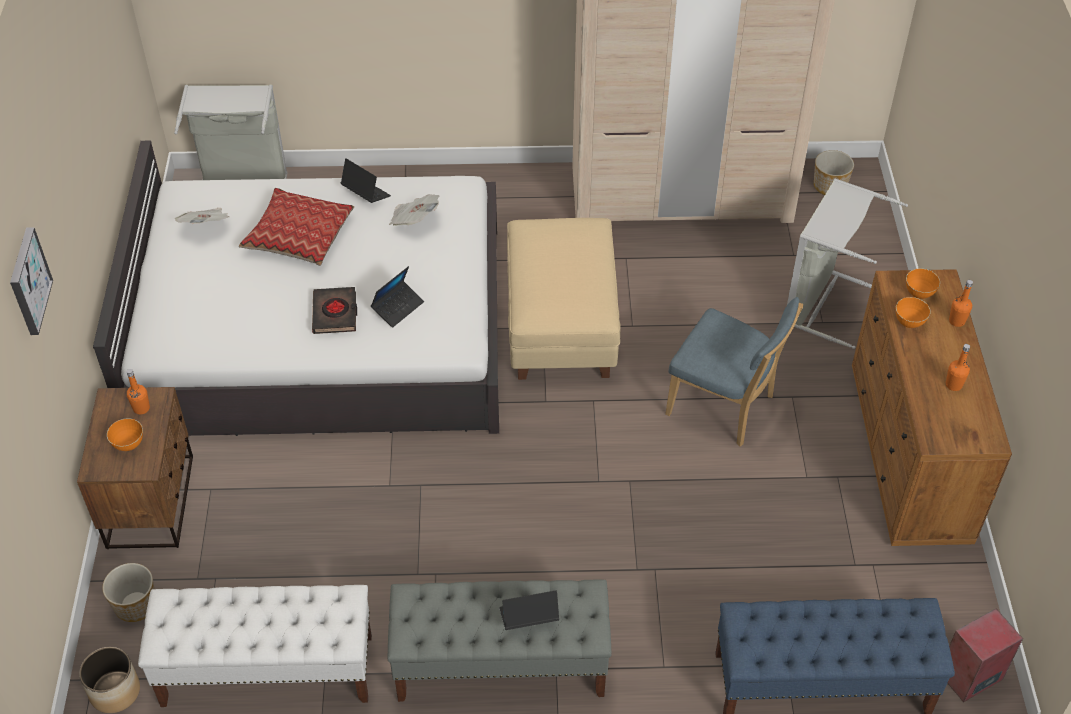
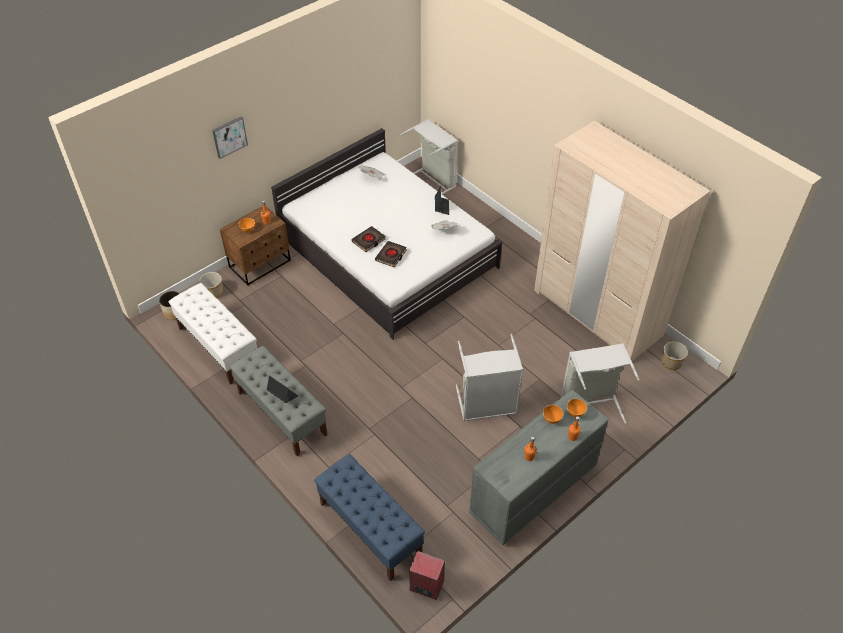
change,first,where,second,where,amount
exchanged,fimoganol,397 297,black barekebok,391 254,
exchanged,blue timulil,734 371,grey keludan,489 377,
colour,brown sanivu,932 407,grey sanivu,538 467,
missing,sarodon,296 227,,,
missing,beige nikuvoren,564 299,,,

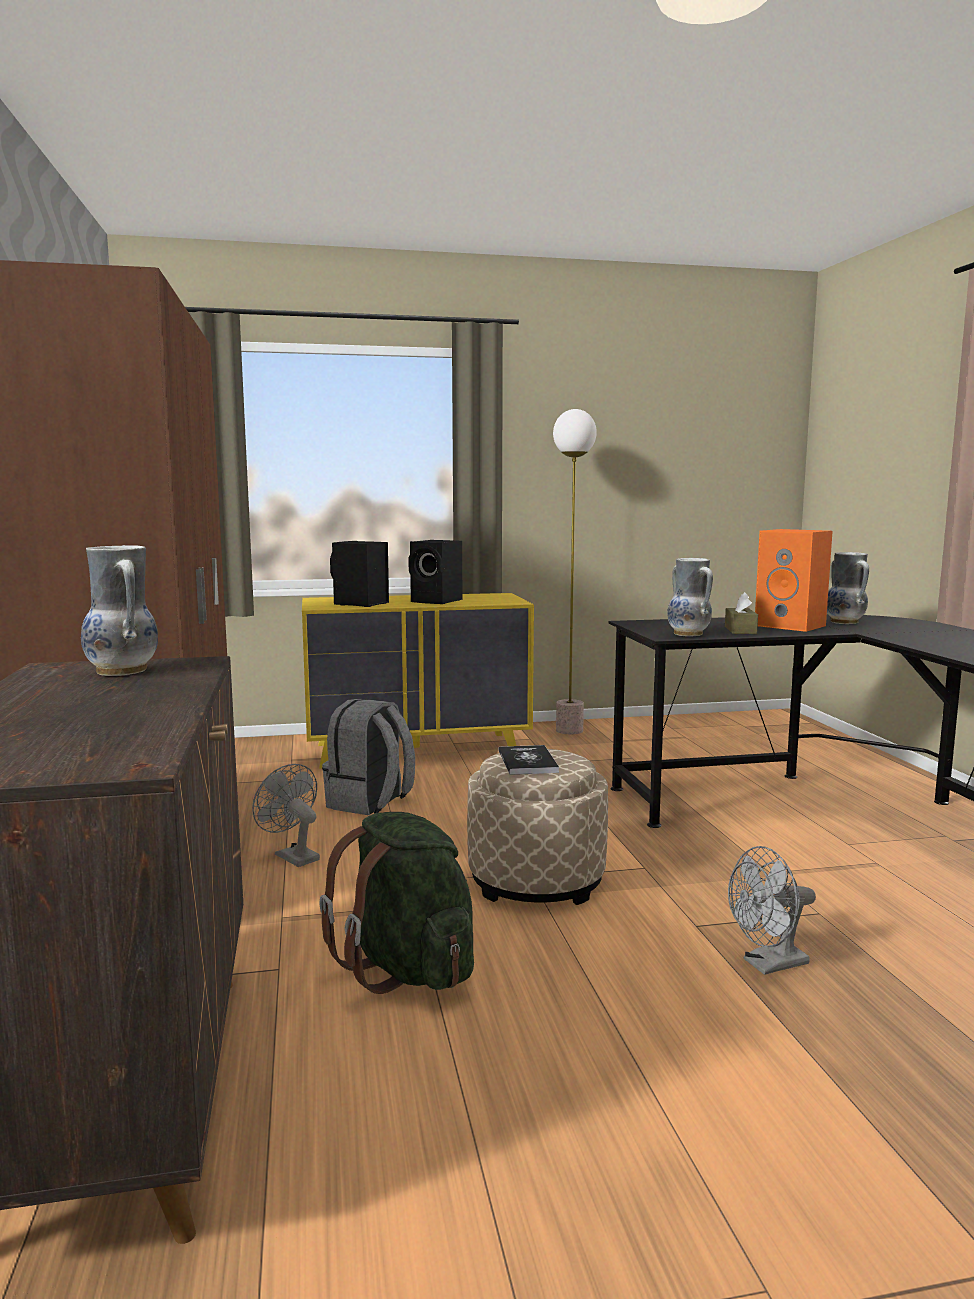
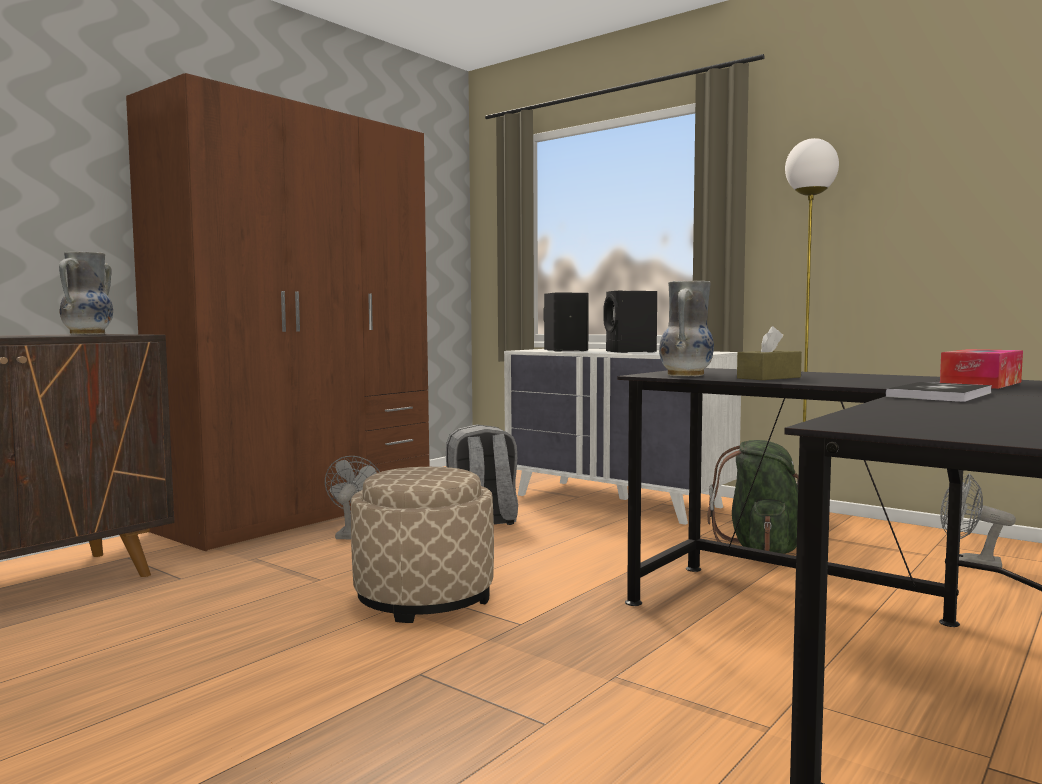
change,first,where,second,where,amount
colour,yellow sanivu,418 681,white sanivu,622 437,
relocated,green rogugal,396 903,,753 497,
relocated,barekebok,528 760,,939 392,
exchanged,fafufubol,848 588,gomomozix,981 369,
relocated,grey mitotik,772 910,,978 521,
missing,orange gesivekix,794 580,,,

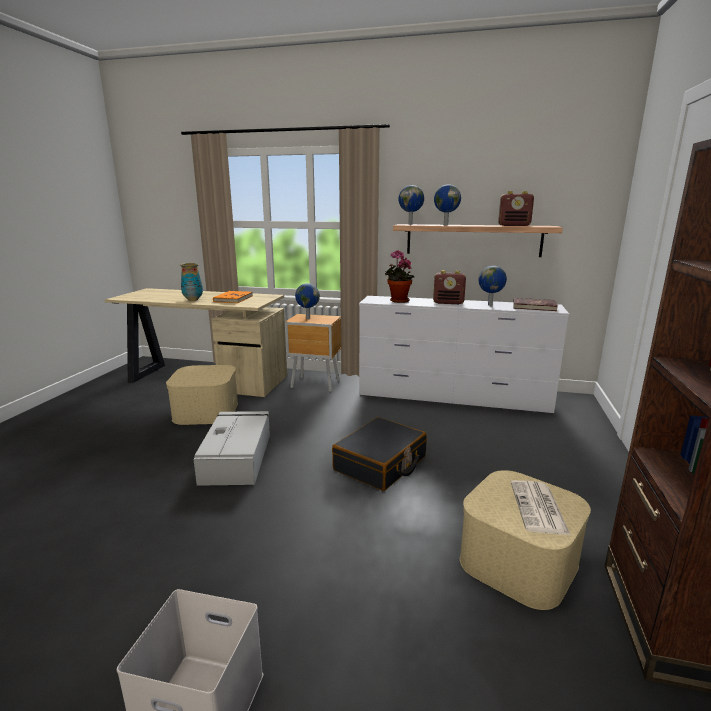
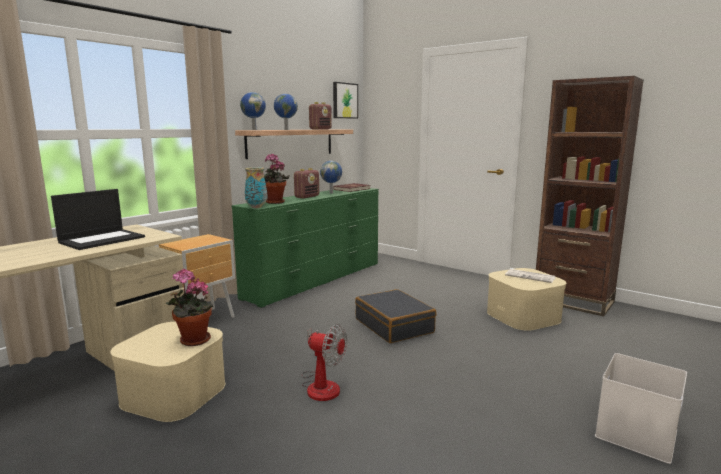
change,first,where,second,where,amount
exchanged,orange barekebok,233 297,fimoganol,98 219,
appeared,,,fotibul,189 307,
colour,white sanivu,464 355,green sanivu,305 248,
relocated,fafufubol,191 282,,256 187,
exchanged,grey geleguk,232 448,mitotik,324 362,
appeared,,,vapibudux,345 100,
missing,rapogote,307 301,,,

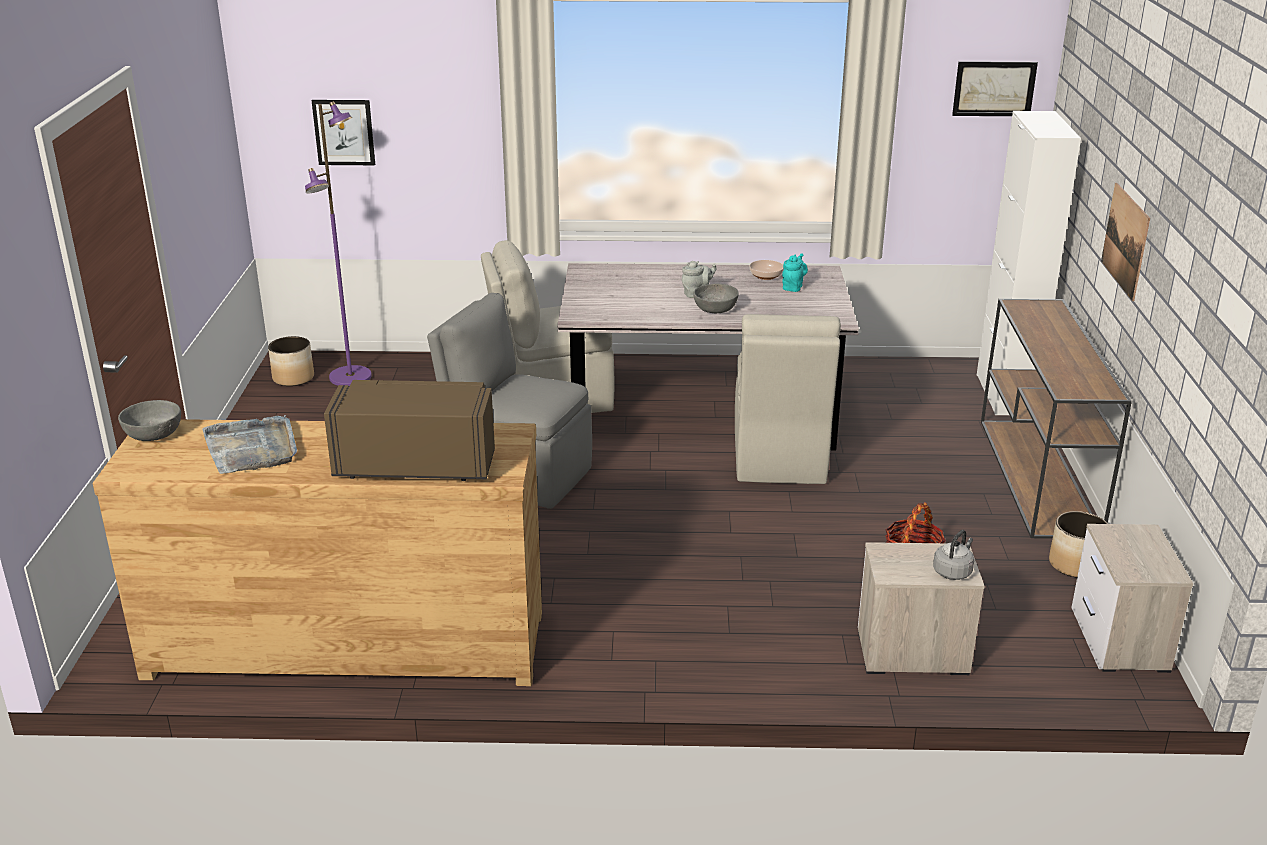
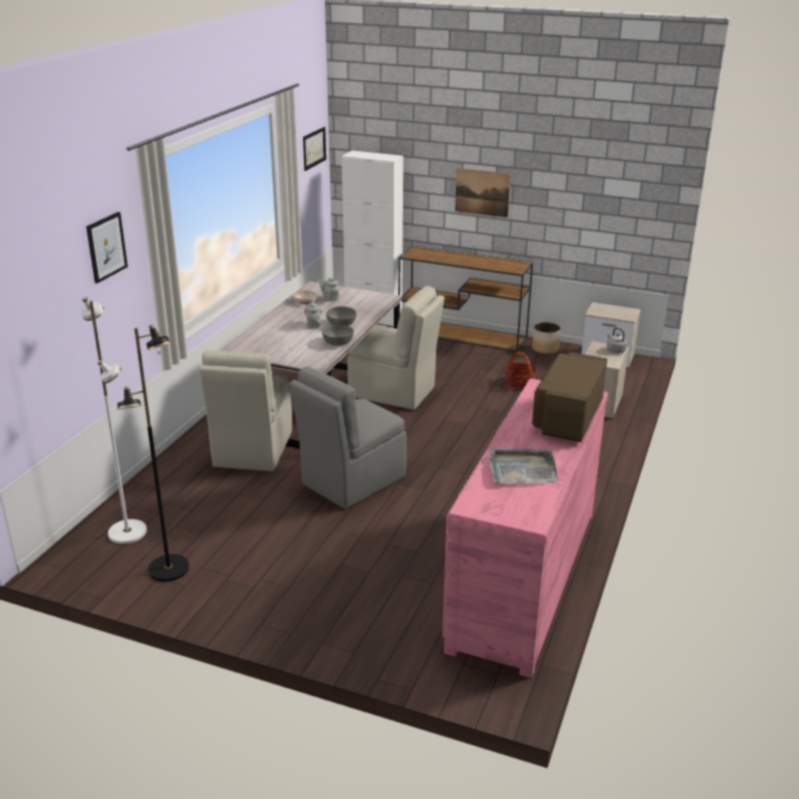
change,first,where,second,where,amount
colour,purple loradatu,338 243,white loradatu,114 420,
relocated,vapibudux,343 132,,107 247,
appeared,,,black loradatu,153 453,
colour,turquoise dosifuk,795 272,grey dosifuk,329 289,
relocated,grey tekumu,149 420,,338 335,
colour,brown sanivu,317 552,pink sanivu,525 528,
missing,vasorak,291 361,,,

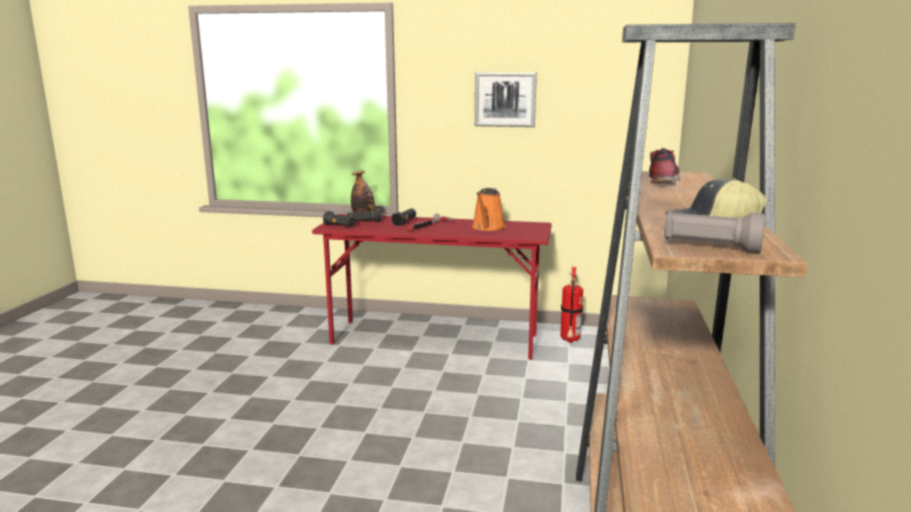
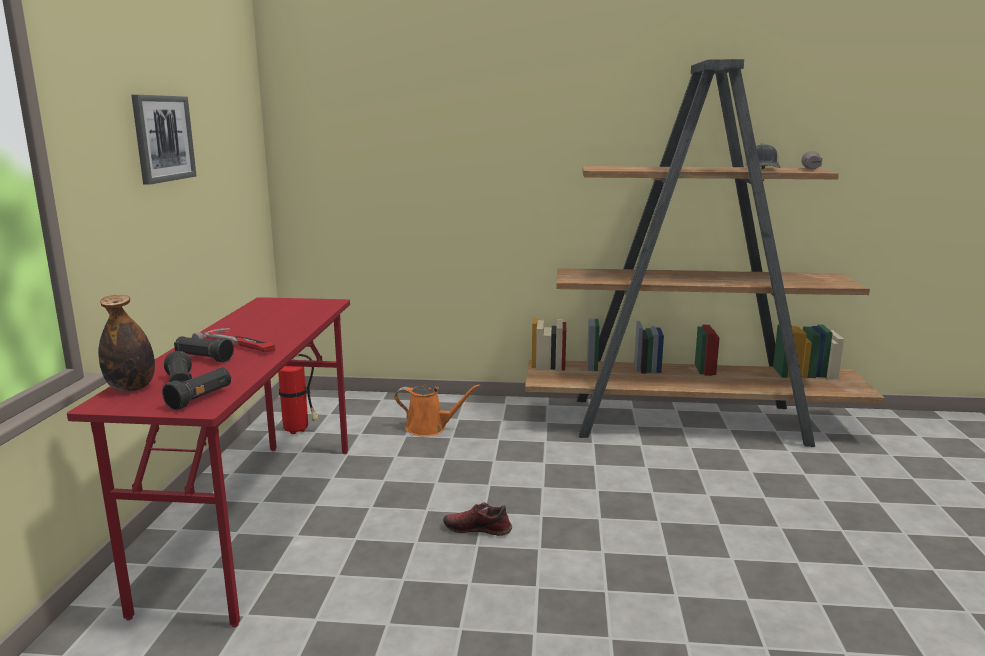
change,first,where,second,where,amount
relocated,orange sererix,489 209,,437 410,
relocated,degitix,664 165,,477 519,

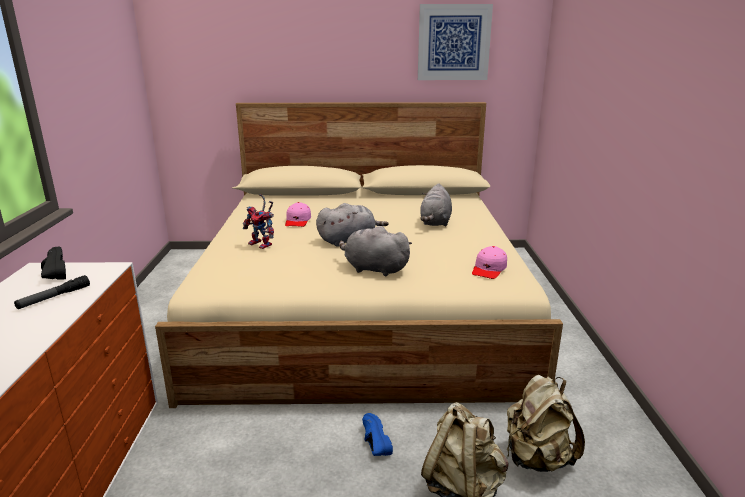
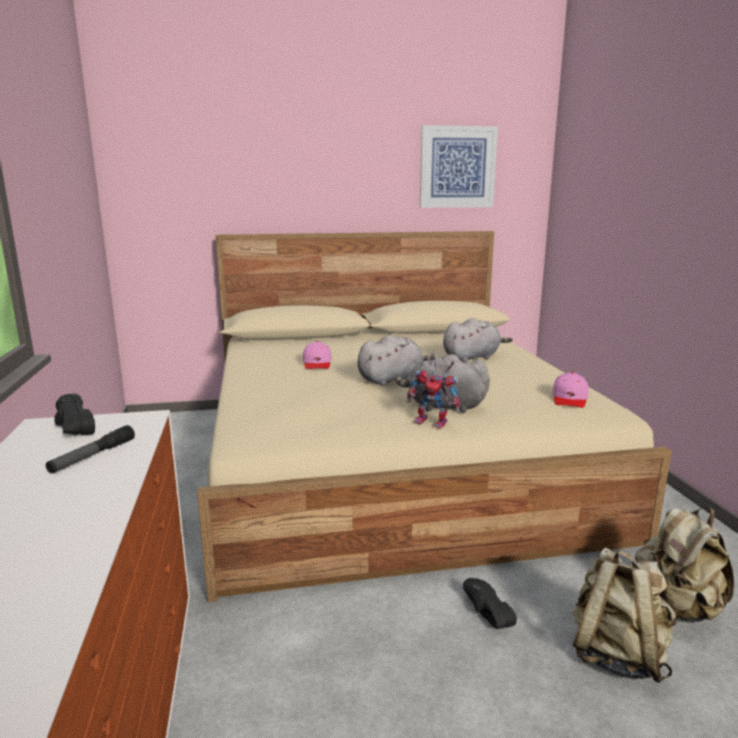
change,first,where,second,where,amount
relocated,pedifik,258 221,,433 390,
spun,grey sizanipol,436 204,,477 340,120 degrees counterclockwise
colour,blue degitix,377 434,black degitix,490 603,

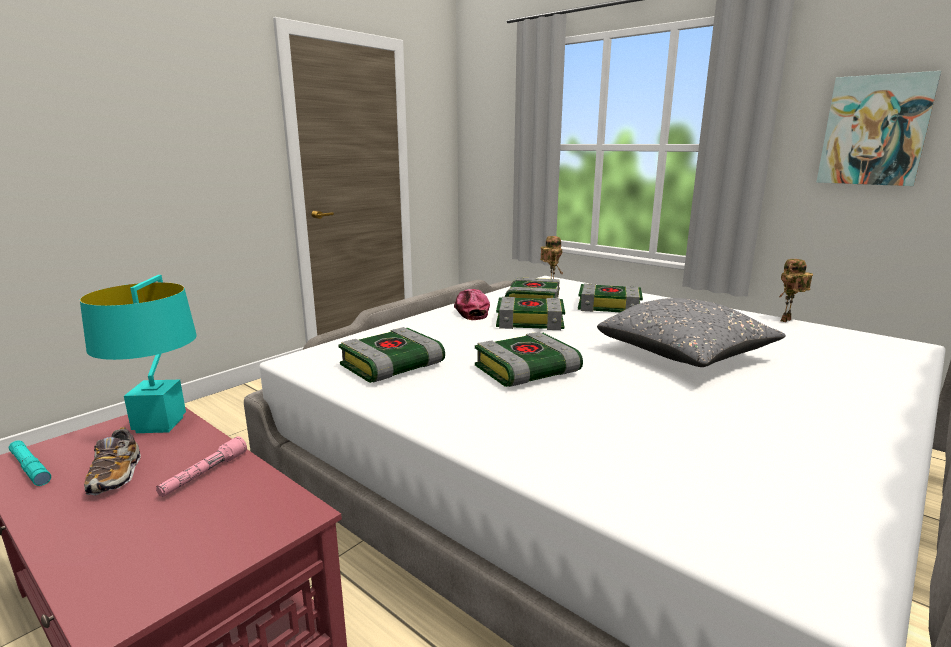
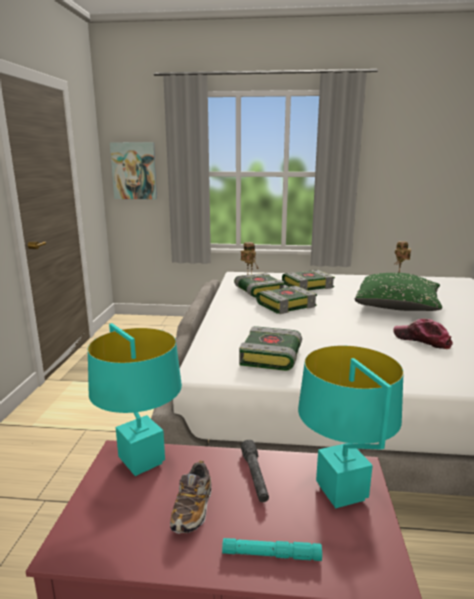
change,first,where,second,where,amount
relocated,vapibudux,878 128,,133 170,
spun,degitix,112 461,,191 497,60 degrees clockwise
relocated,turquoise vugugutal,30 463,,272 549,
colour,pink vugugutal,201 466,grey vugugutal,255 471,
appeared,,,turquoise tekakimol,351 427,
colour,grey sarodon,691 332,green sarodon,398 292,
relocated,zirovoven,472 304,,423 334,
missing,barekebok,529 359,,,

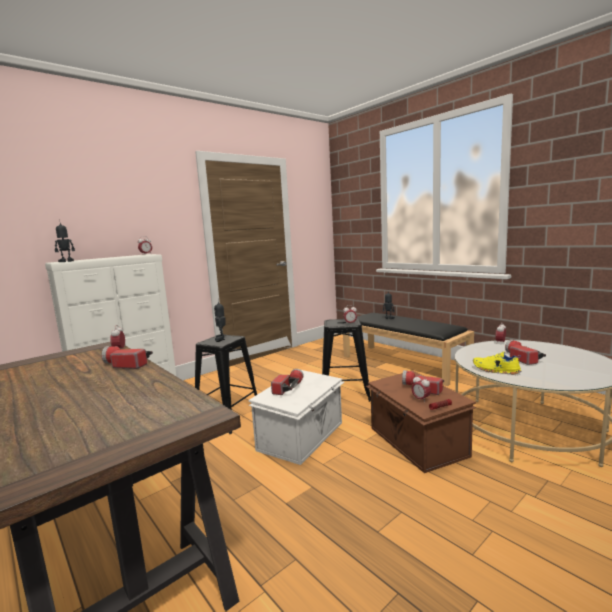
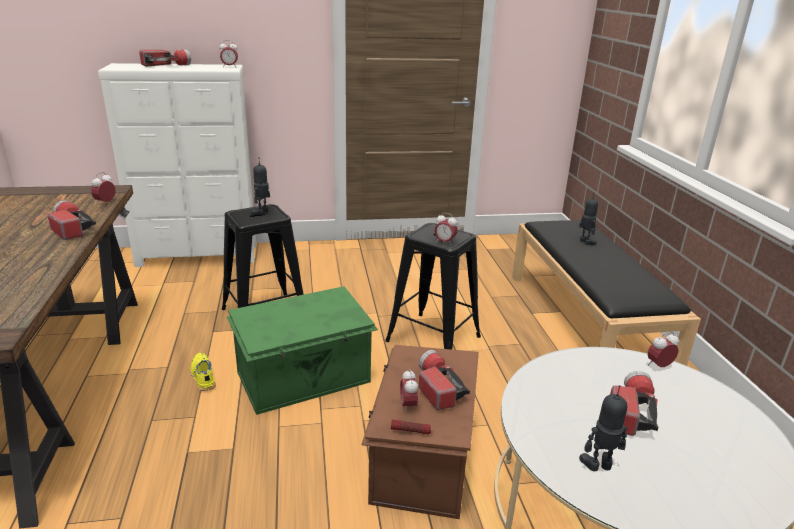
change,first,where,second,where,amount
relocated,vugugutal,287 382,,165 58,
relocated,yellow degitix,497 363,,203 372,
colour,white geleguk,296 417,green geleguk,302 350,
relocated,pedifik,65 240,,603 428,

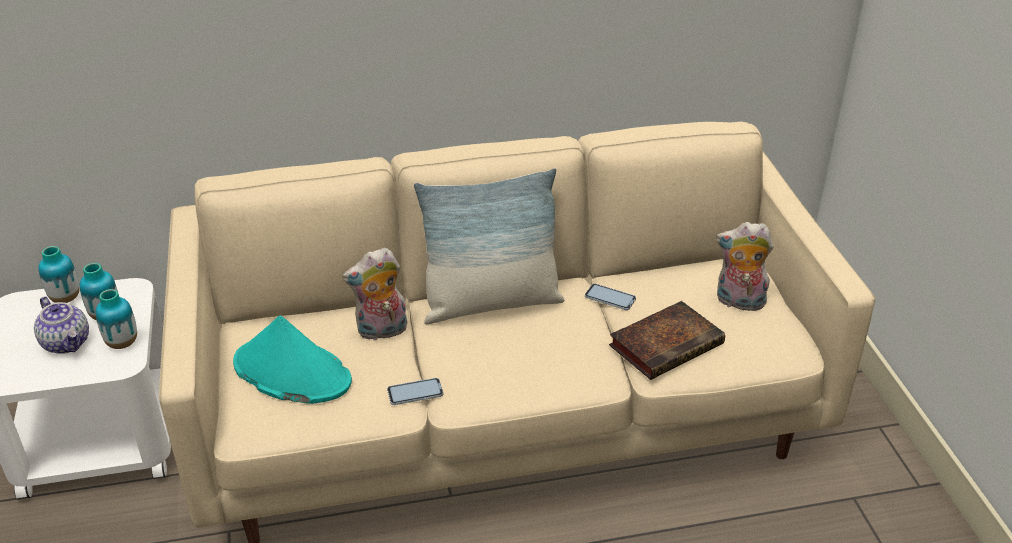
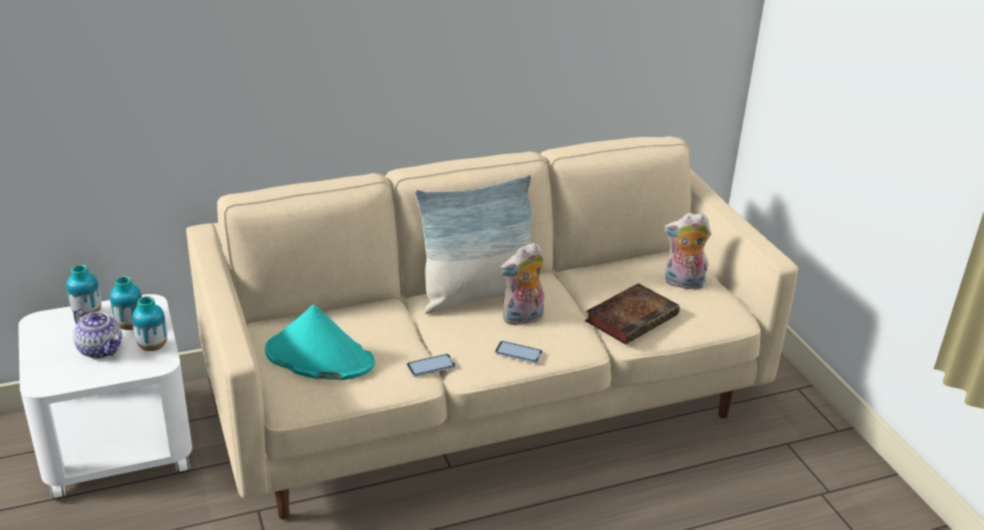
change,first,where,second,where,amount
relocated,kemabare,610 297,,519 352,
relocated,sizanipol,374 294,,522 284,

